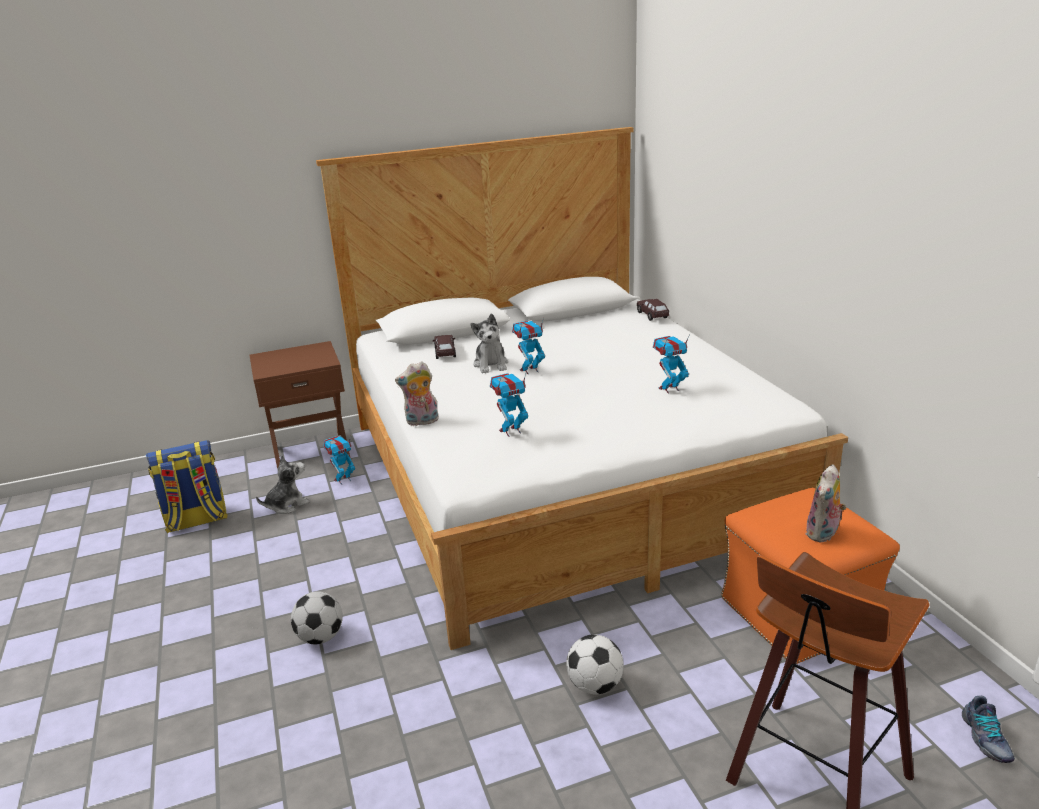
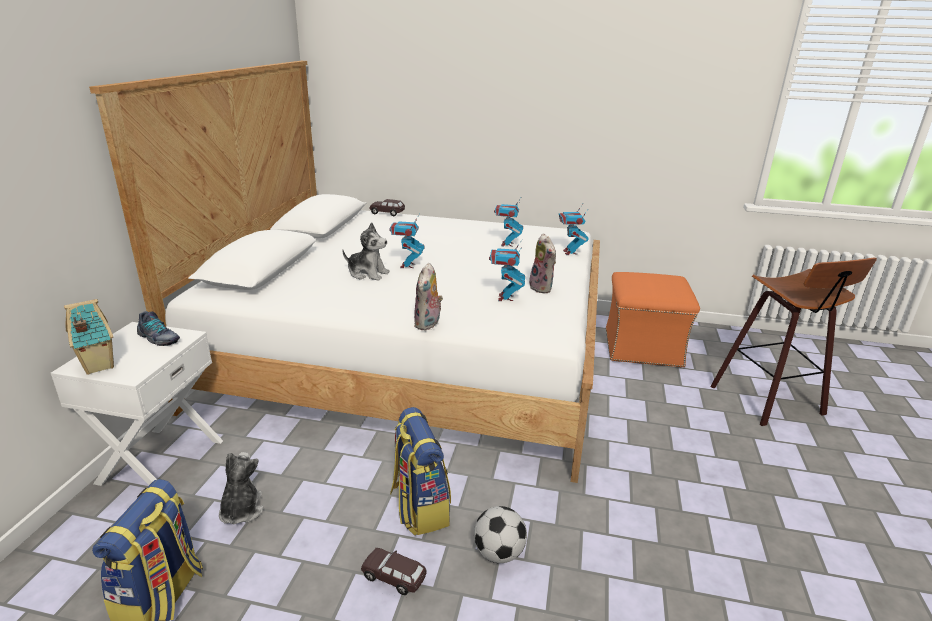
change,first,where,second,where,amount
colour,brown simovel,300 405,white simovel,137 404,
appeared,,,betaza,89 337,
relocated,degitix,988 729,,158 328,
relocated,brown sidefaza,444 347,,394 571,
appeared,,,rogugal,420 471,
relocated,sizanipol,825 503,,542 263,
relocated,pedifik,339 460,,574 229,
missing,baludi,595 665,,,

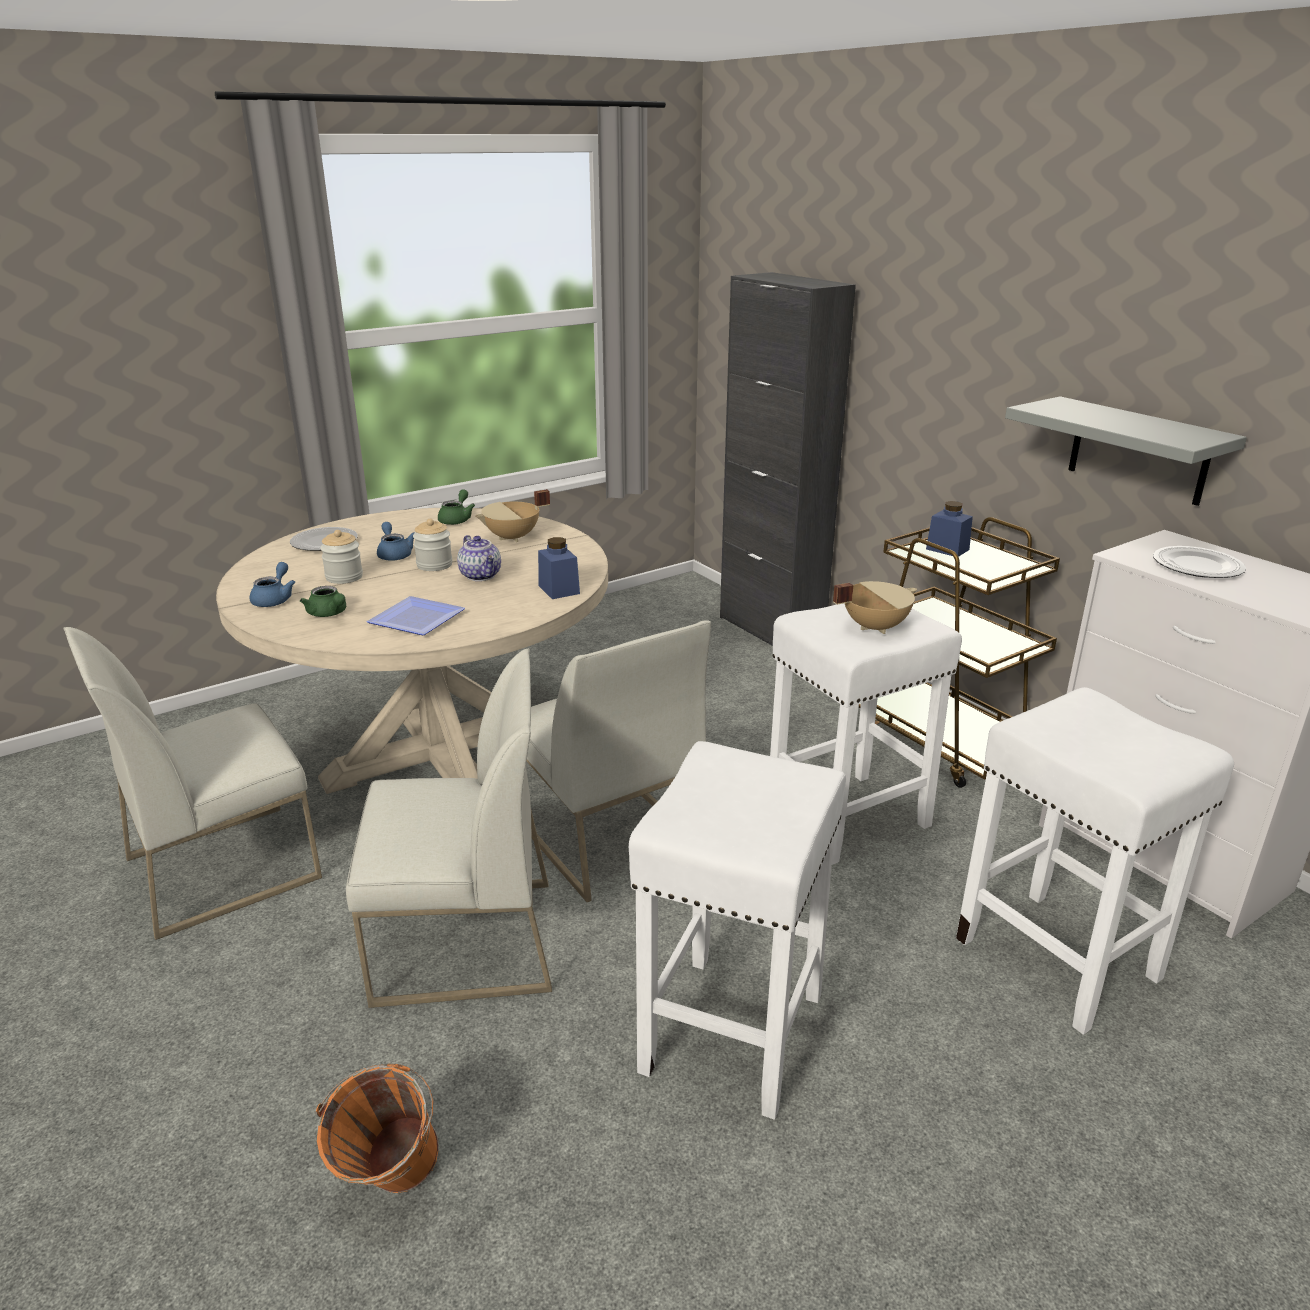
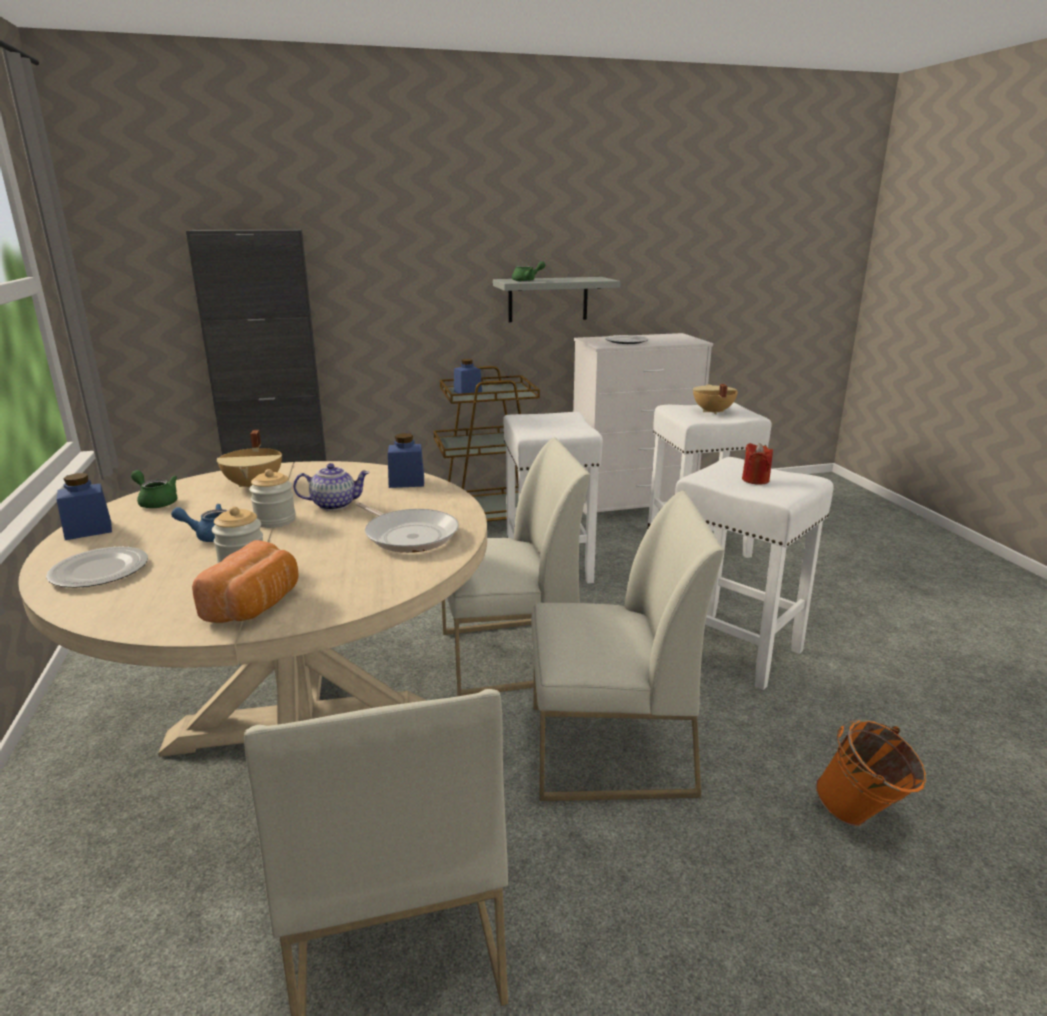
change,first,where,second,where,amount
appeared,,,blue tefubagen,84 506,
exchanged,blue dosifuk,272 584,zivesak,245 581,
exchanged,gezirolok,415 615,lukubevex,407 527,
relocated,green dosifuk,323 601,,528 271,
spun,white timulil,449 828,,627 645,75 degrees clockwise
relocated,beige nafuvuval,875 607,,715 399,
appeared,,,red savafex,757 464,

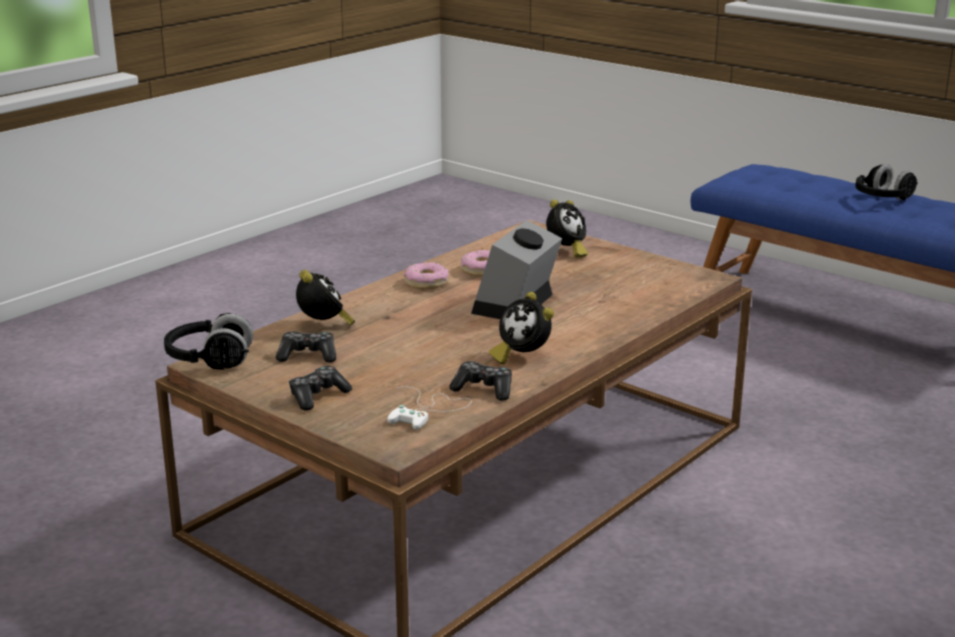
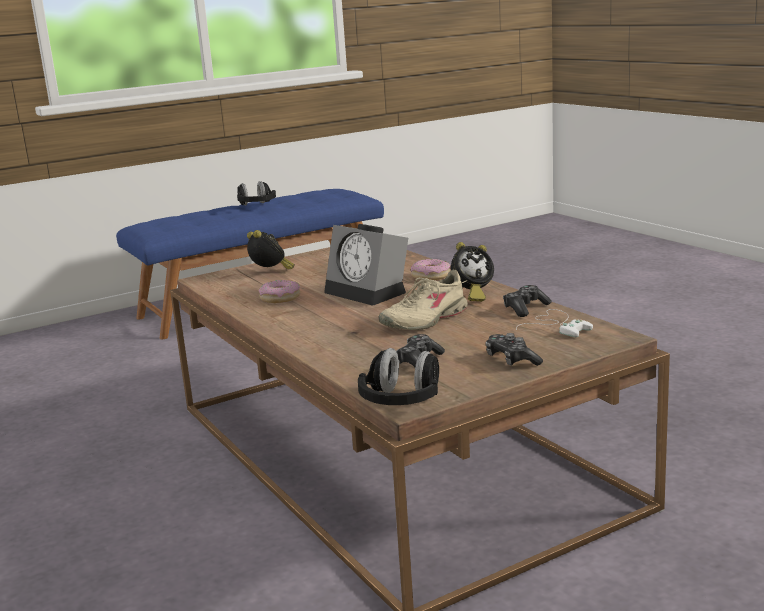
change,first,where,second,where,amount
appeared,,,beige degitix,423 300,
relocated,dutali,426 276,,430 269,
missing,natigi,325 298,,,

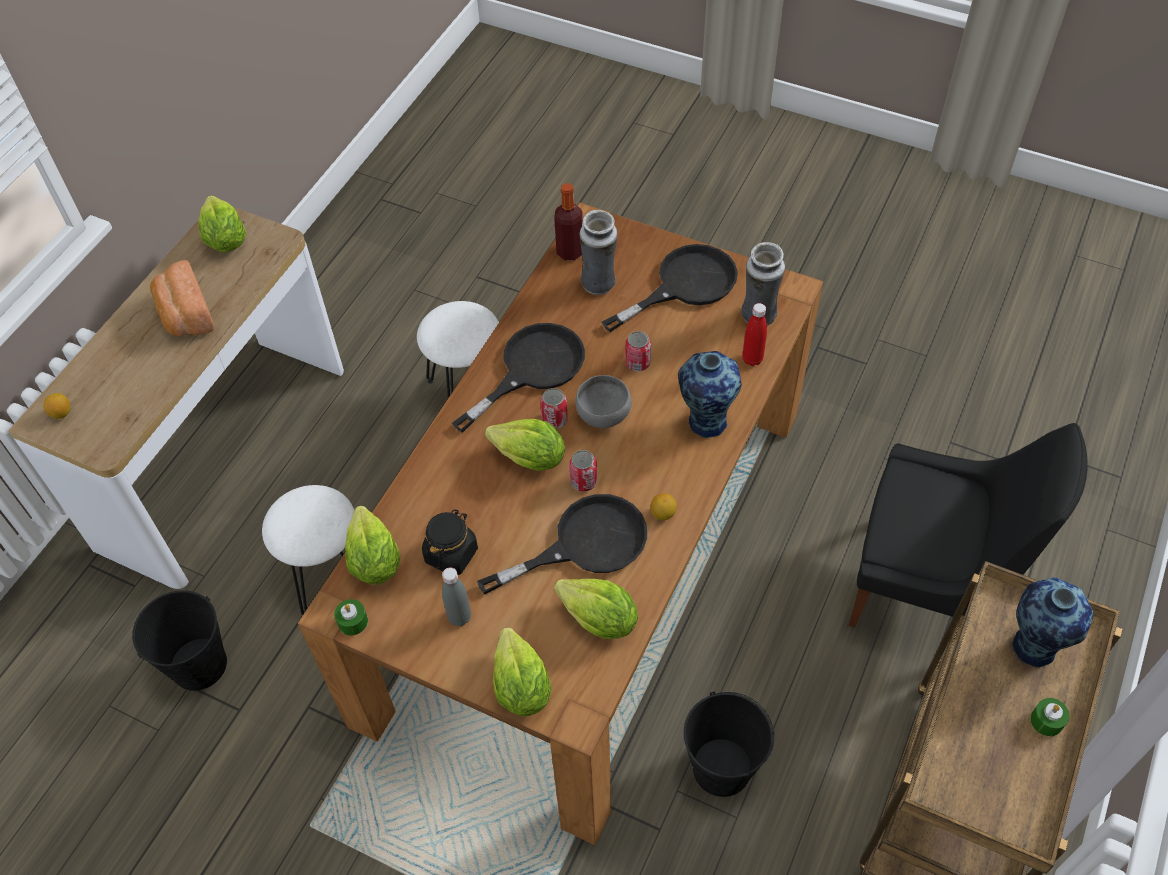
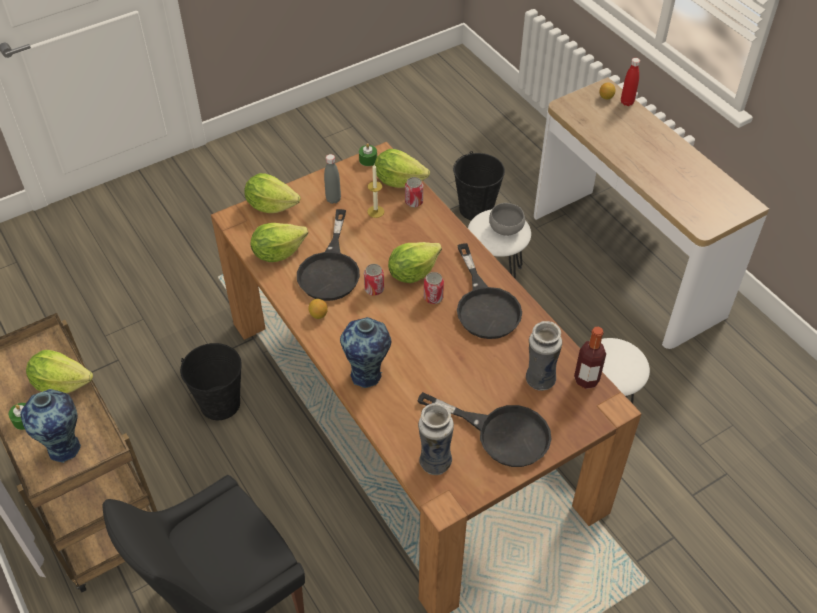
change,first,where,second,where,amount
relocated,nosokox,222 224,,59 371,
exchanged,black tefubagen,450 542,savafex,375 191,
relocated,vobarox,638 351,,414 192,
spun,black lukubevex,669 288,,484 429,60 degrees counterclockwise
relocated,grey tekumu,603 401,,507 219,
relocated,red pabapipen,754 334,,630 82,
missing,zivesak,182 298,,,

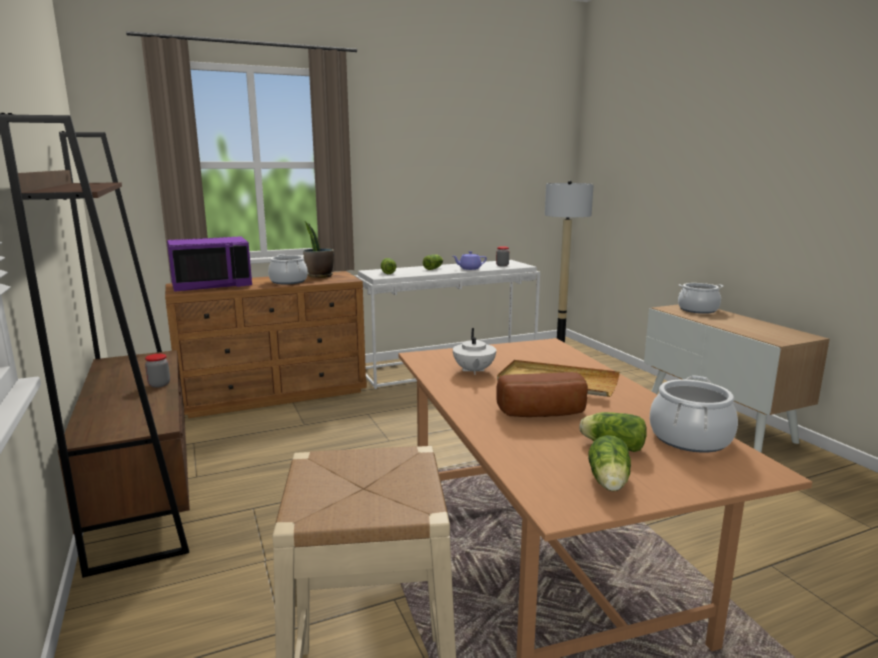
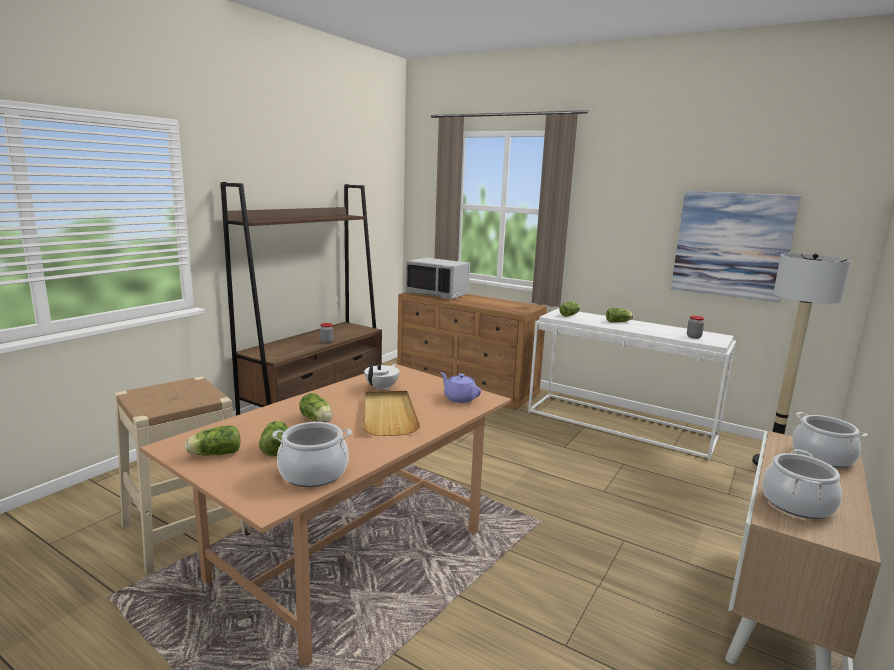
change,first,where,second,where,amount
exchanged,zivesak,542 394,nosokox,316 407,
spun,white dosifuk,474 351,,382 377,150 degrees clockwise
colour,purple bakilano,209 264,grey bakilano,438 278,
relocated,purple dosifuk,470 260,,460 387,
appeared,,,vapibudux,736 246,
relocated,nafuvuval,288 269,,802 484,
missing,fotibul,318 250,,,

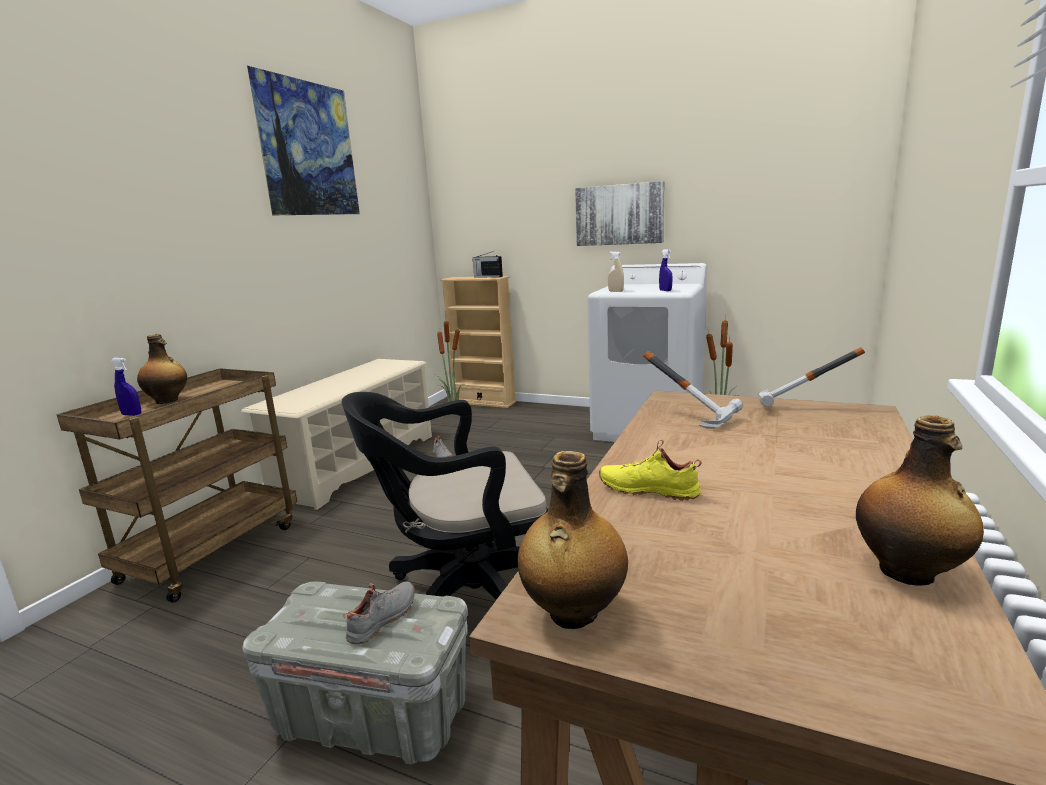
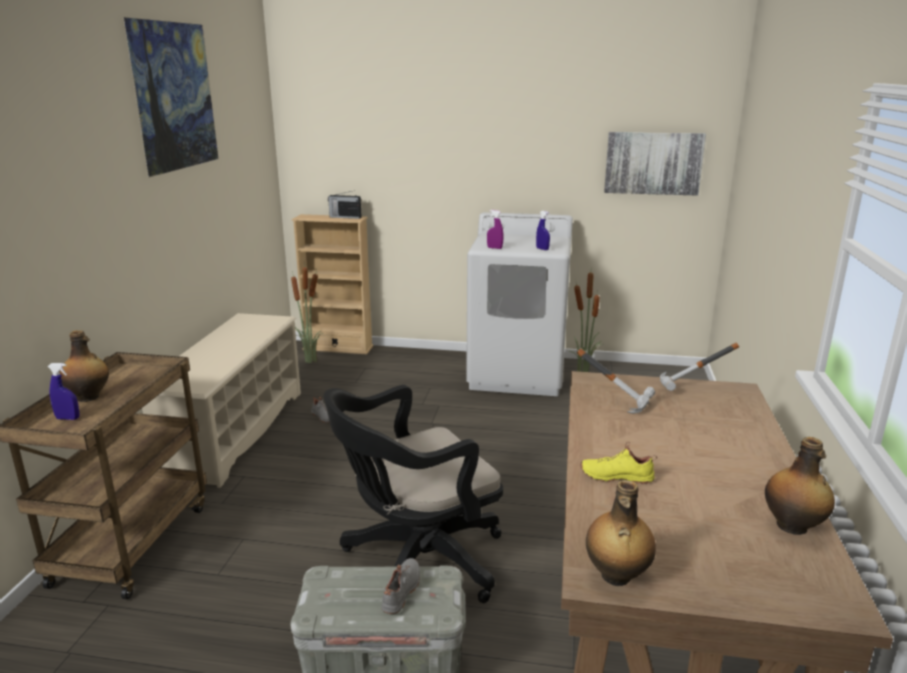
change,first,where,second,where,amount
colour,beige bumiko,616 271,purple bumiko,495 229,
relocated,vapibudux,619 213,,655 164,

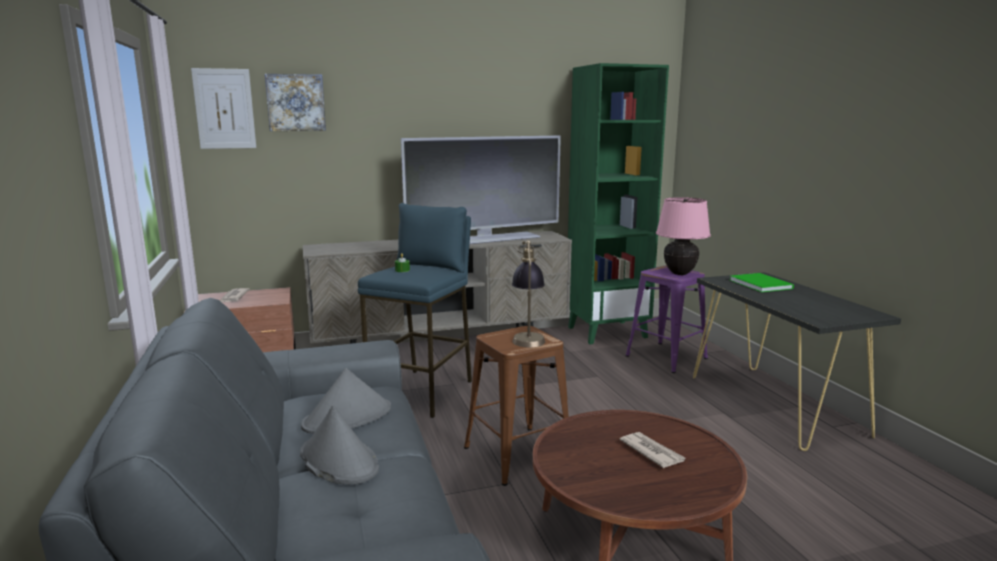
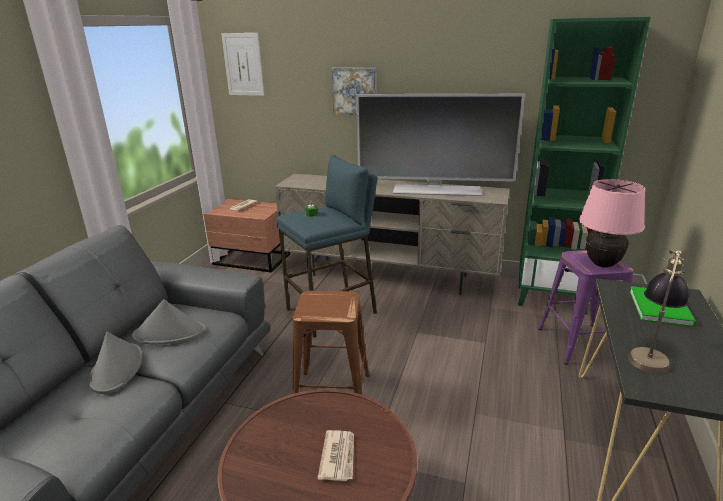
change,first,where,second,where,amount
relocated,vapibudux,295 102,,354 91,
relocated,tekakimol,528 293,,658 312,

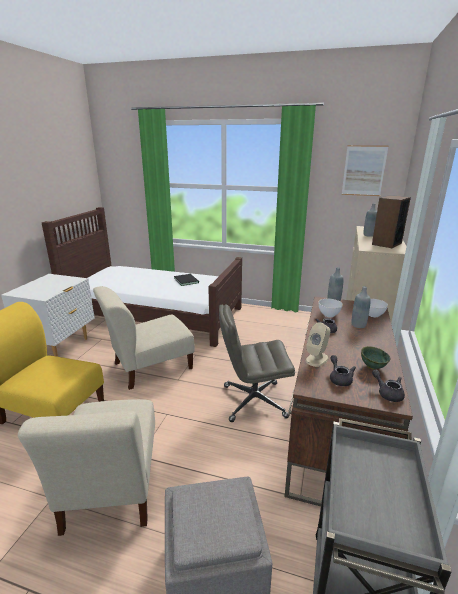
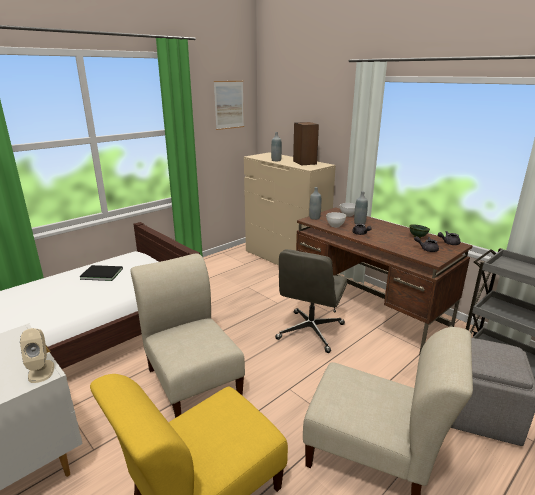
change,first,where,second,where,amount
relocated,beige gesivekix,318 344,,37 355,
spun,beige timulil,144 338,,187 335,150 degrees clockwise

